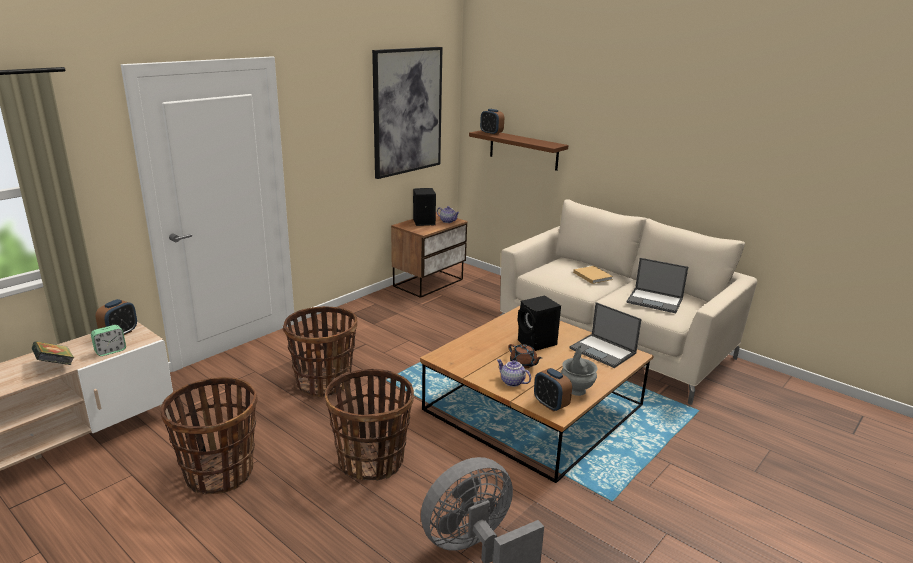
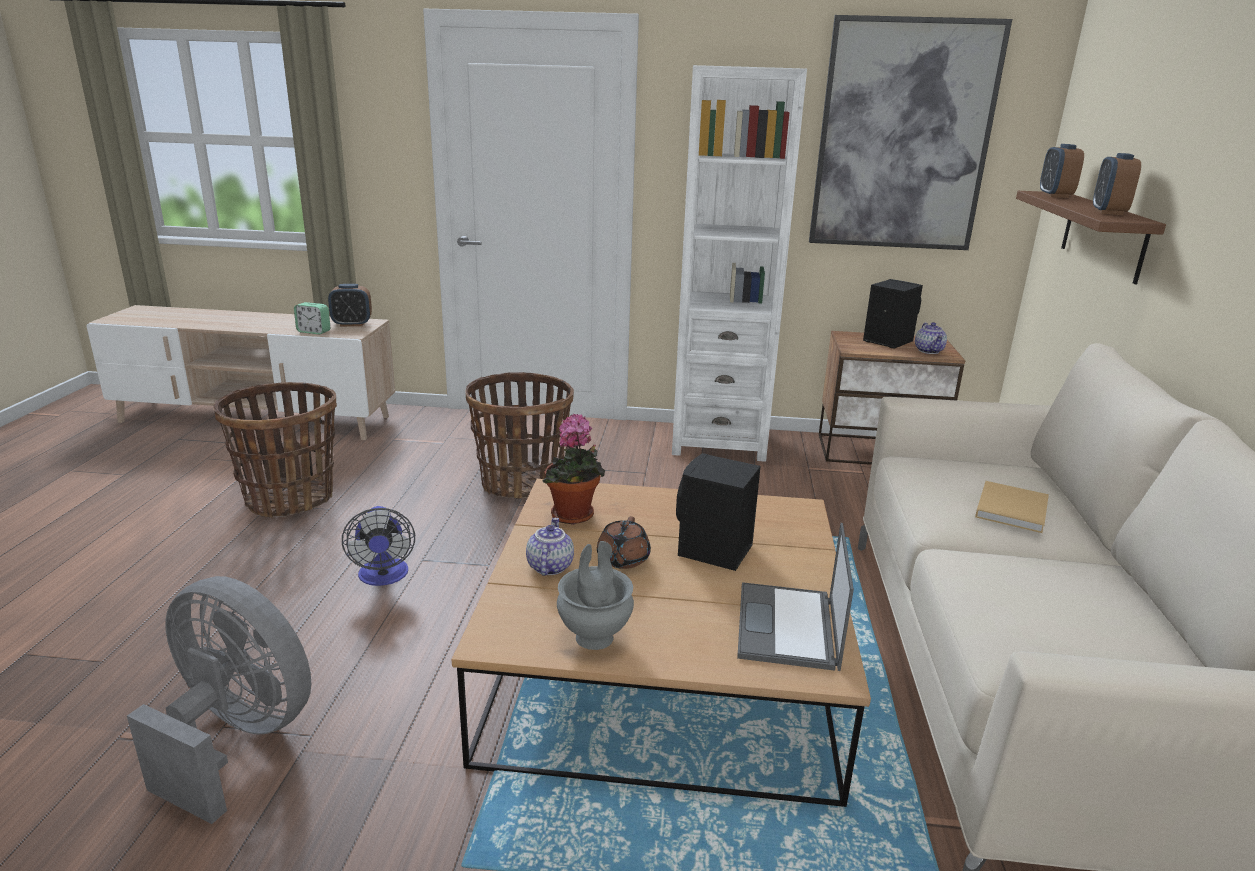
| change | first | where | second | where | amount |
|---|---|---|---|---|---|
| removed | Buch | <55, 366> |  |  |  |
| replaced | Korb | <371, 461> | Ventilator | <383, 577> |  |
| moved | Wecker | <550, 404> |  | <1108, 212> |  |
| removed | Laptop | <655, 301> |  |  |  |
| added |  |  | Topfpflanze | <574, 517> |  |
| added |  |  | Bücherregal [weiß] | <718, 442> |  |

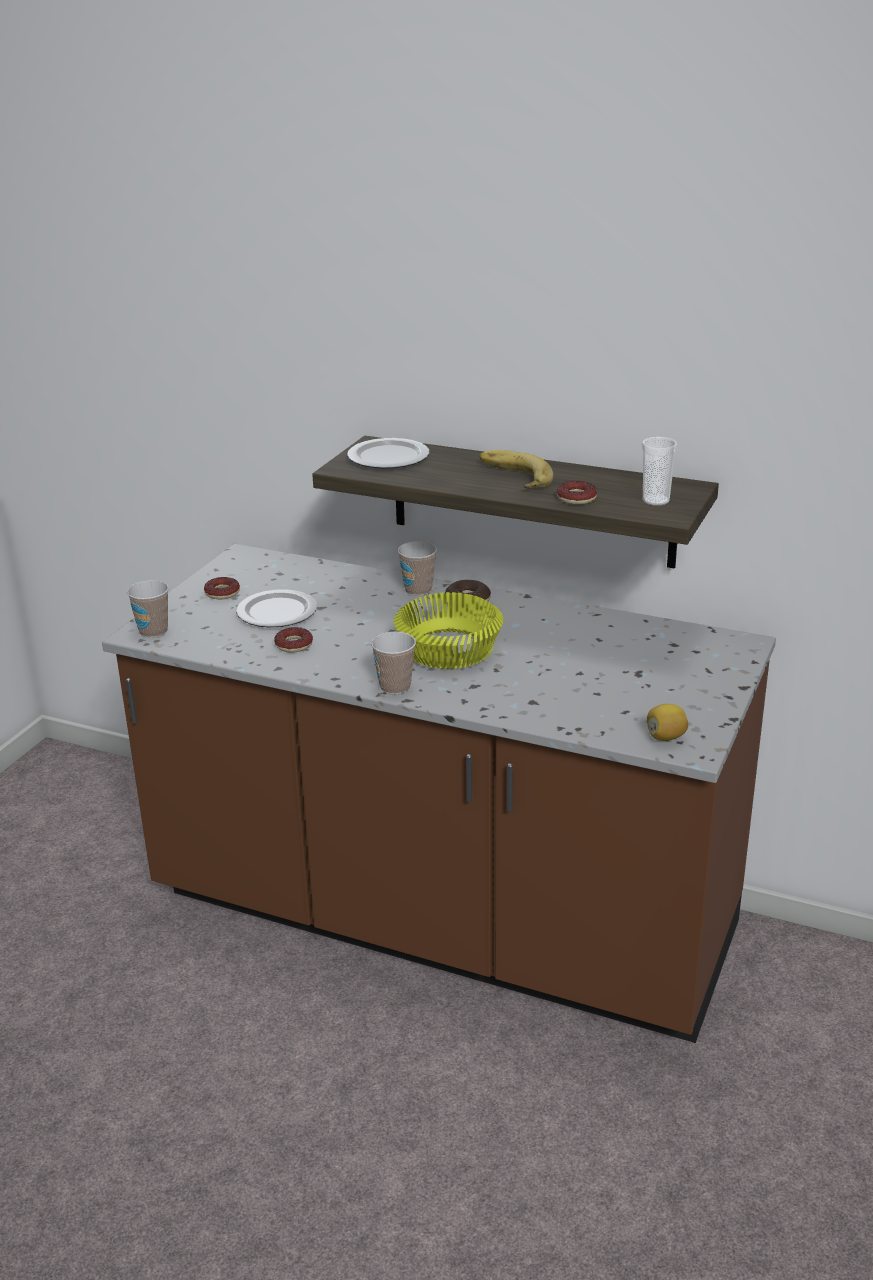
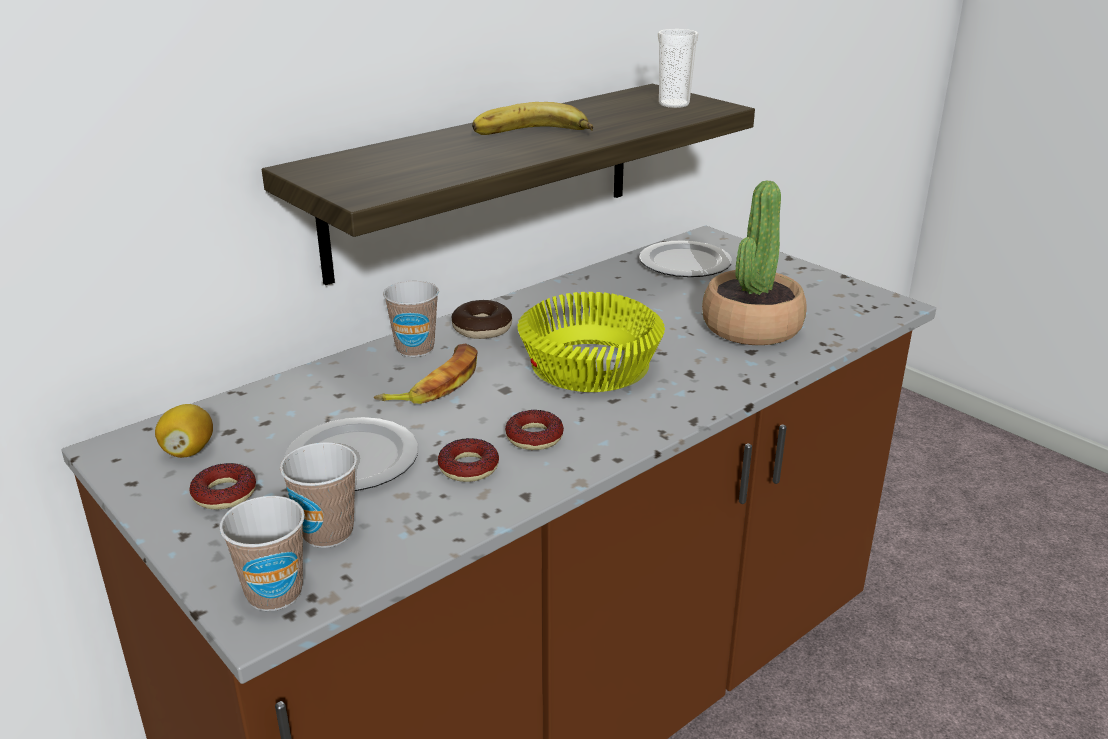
| change | first | where | second | where | amount |
|---|---|---|---|---|---|
| moved | Teller | <390, 457> |  | <686, 263> |  |
| moved | Tasse | <395, 687> |  | <328, 533> |  |
| moved | Donut | <576, 498> |  | <534, 437> |  |
| moved | Zitrone | <665, 737> |  | <188, 451> |  |
| added |  |  | Banane | <435, 383> |  |
| added |  |  | Topfpflanze | <751, 327> |  |

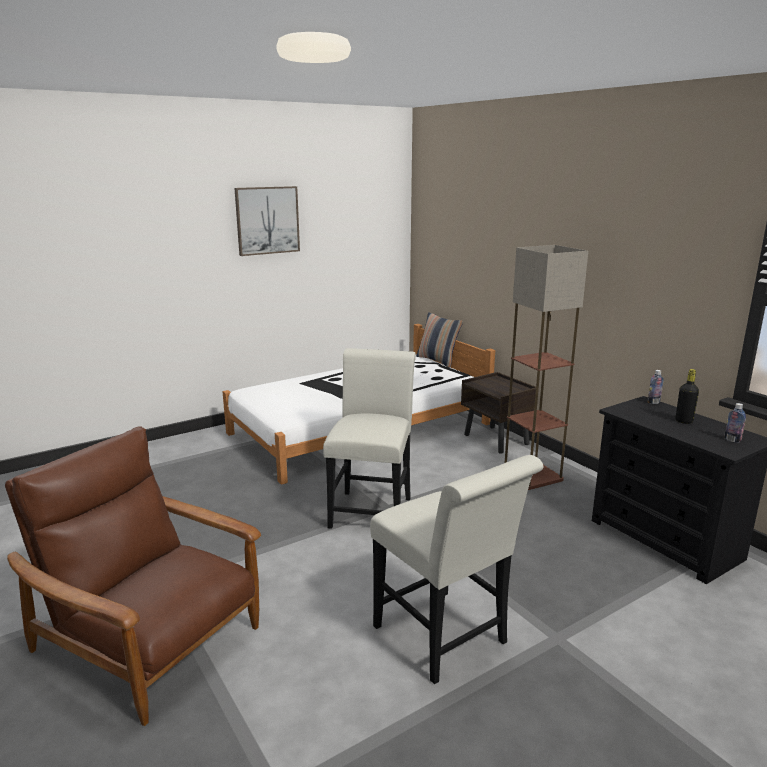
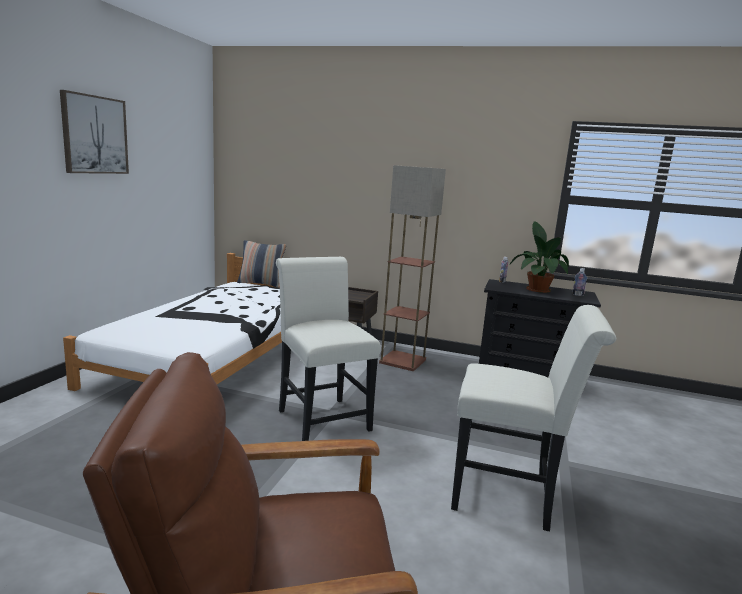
| change | first | where | second | where | amount |
|---|---|---|---|---|---|
| replaced | Flasche [schwarz] | <684, 421> | Topfpflanze | <537, 289> |  |

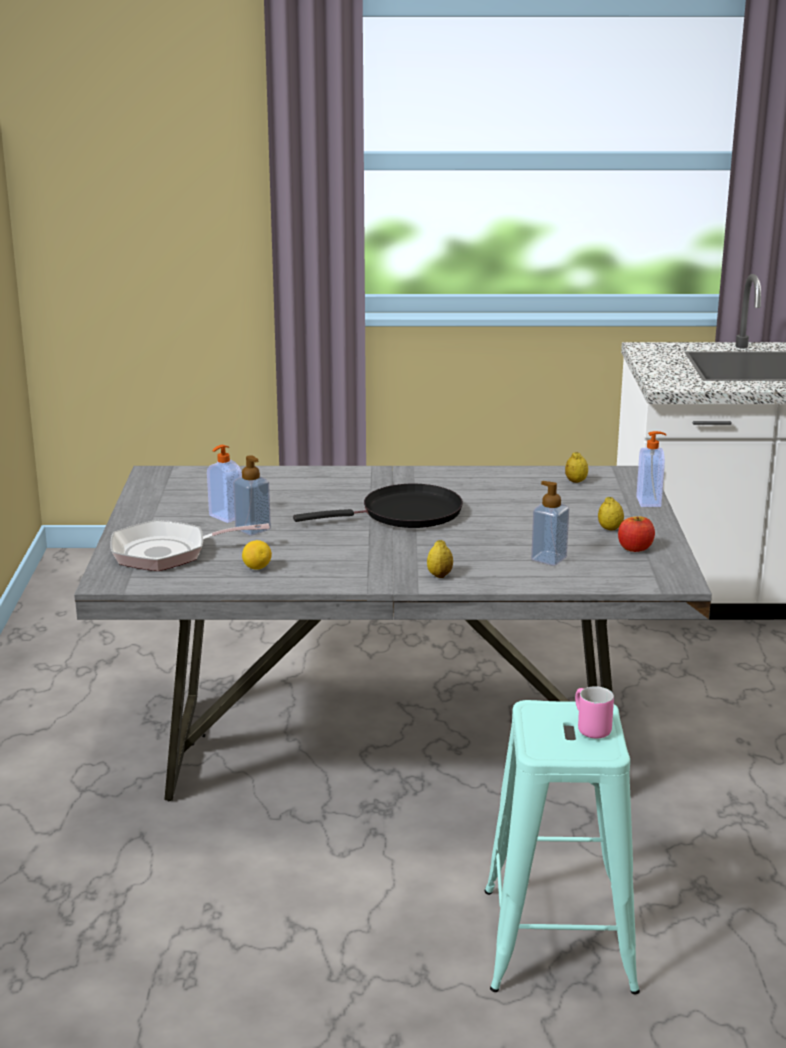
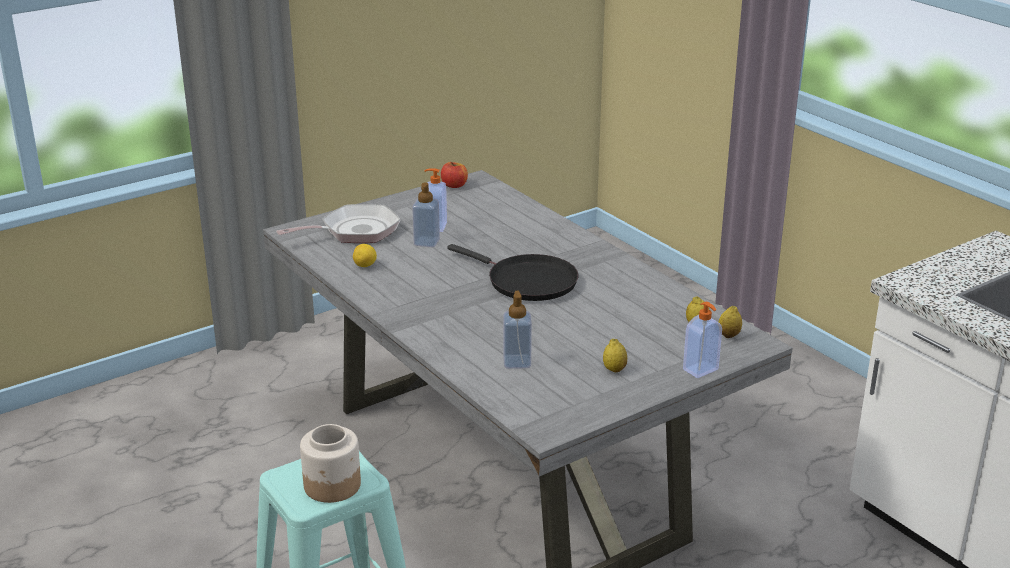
| change | first | where | second | where | amount |
|---|---|---|---|---|---|
| turned | Pfanne | <168, 553> |  | <354, 231> | 105 degrees clockwise |
| moved | Zitrone | <439, 575> |  | <729, 335> |  |
| replaced | Henkelbecher [rosa] | <588, 728> | Vorratsglas | <332, 486> |  |
| moved | Apfel | <635, 548> |  | <454, 185> |  |

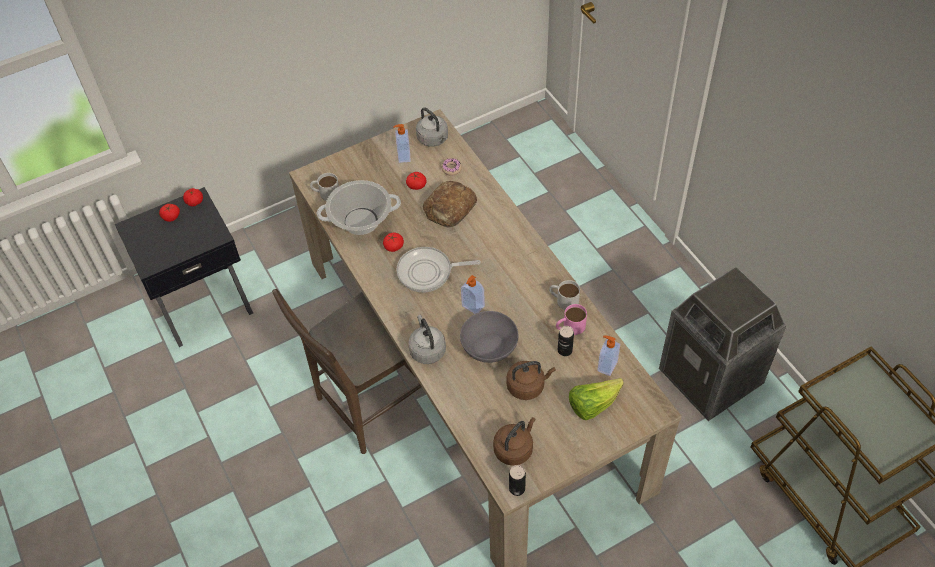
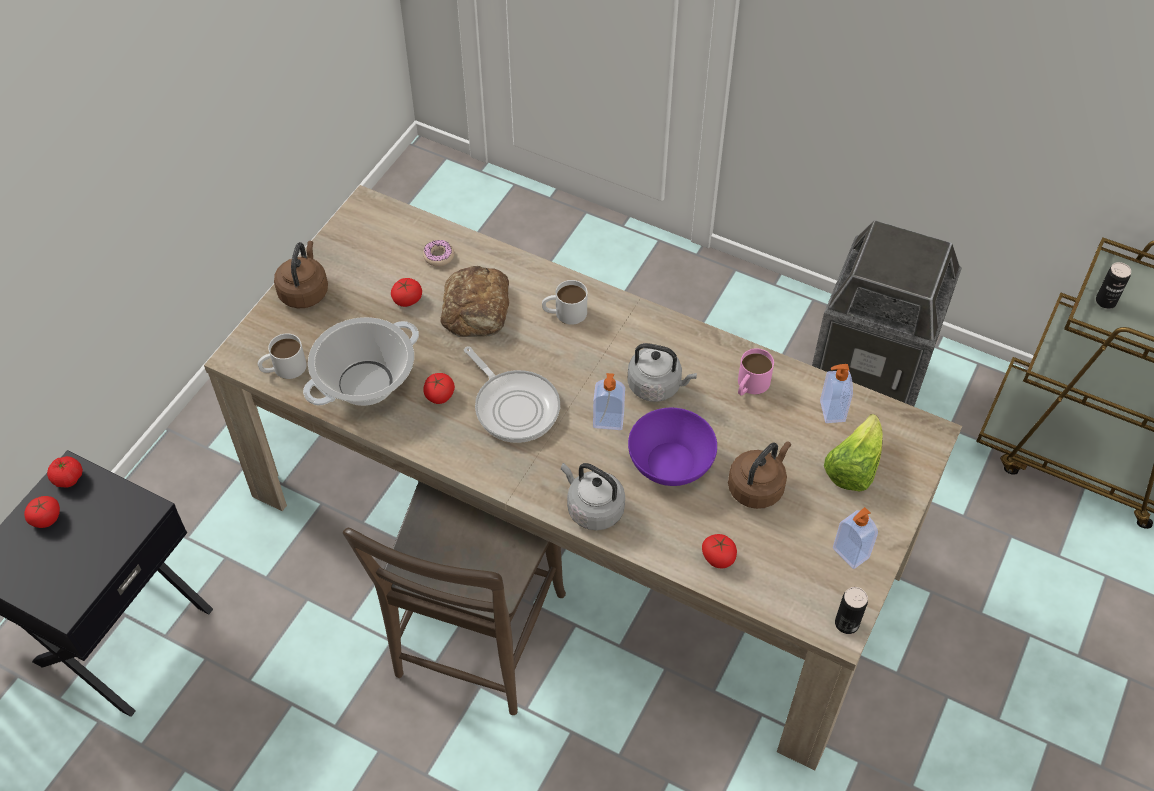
| change | first | where | second | where | amount |
|---|---|---|---|---|---|
| moved | Seifenspender | <403, 156> |  | <849, 554> |  |
| turned | Pfanne | <428, 272> |  | <514, 406> | 90 degrees counterclockwise |
| moved | Wasserkessel [grau] | <434, 139> |  | <657, 386> |  |
| recoloured | Schüssel [grau] | <489, 347> | Schüssel [lila] | <671, 463> |  |
| moved | Wasserkessel [braun] | <514, 449> |  | <304, 291> |  |
| moved | Henkelbecher [weiß] | <563, 300> |  | <564, 312> |  |
| moved | Dose | <564, 350> |  | <1105, 301> |  |
| added |  |  | Tomate | <718, 557> |  |

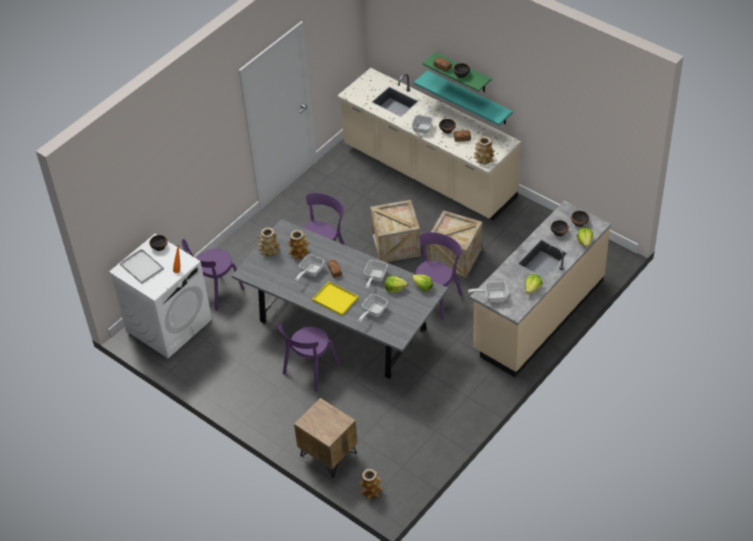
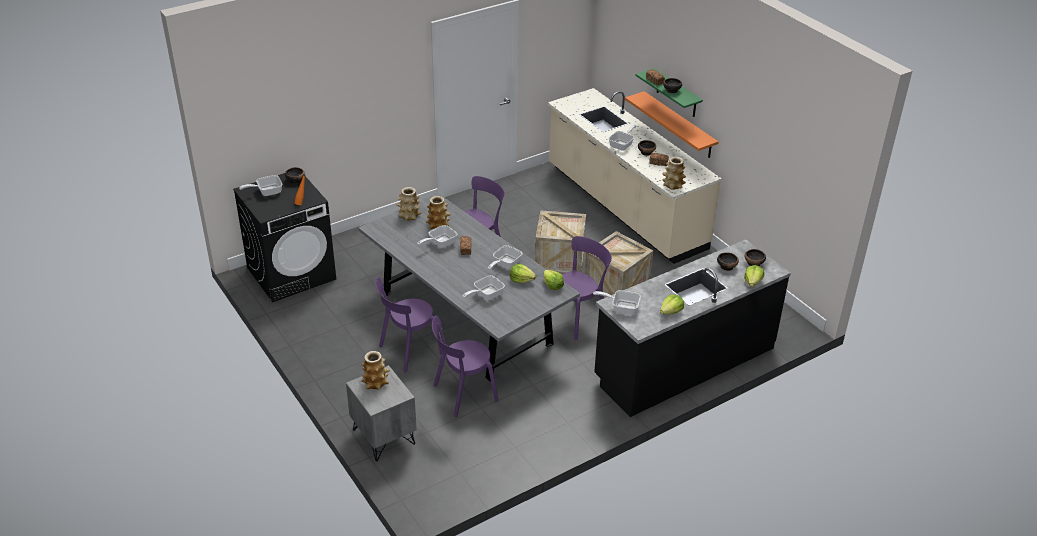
| change | first | where | second | where | amount |
|---|---|---|---|---|---|
| recoloured | Waschmaschine [weiß] | <169, 324> | Waschmaschine [schwarz] | <292, 273> |  |
| replaced | Tablett [weiß] | <141, 266> | Pfanne | <266, 192> |  |
| moved | Stuhl [lila] | <215, 291> |  | <462, 394> |  |
| recoloured | Nachttisch [braun] | <328, 454> | Nachttisch [grau] | <383, 437> |  |
| removed | Tablett [gelb] | <336, 299> |  |  |  |
| moved | Vase | <371, 491> |  | <376, 382> |  |
| recoloured | Wandregal [türkis] | <469, 98> | Wandregal [orange] | <679, 125> |  |
| recoloured | Küchenzeile [beige] | <538, 315> | Küchenzeile [schwarz] | <684, 363> |  |

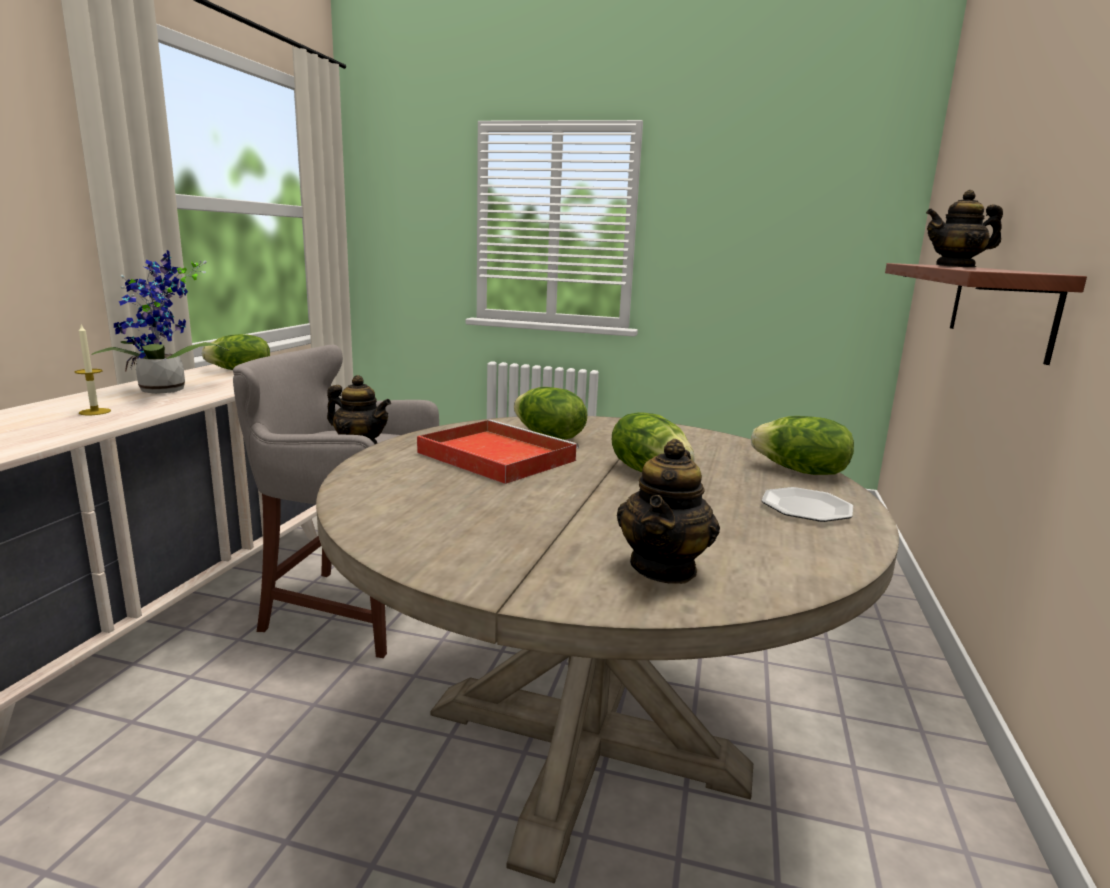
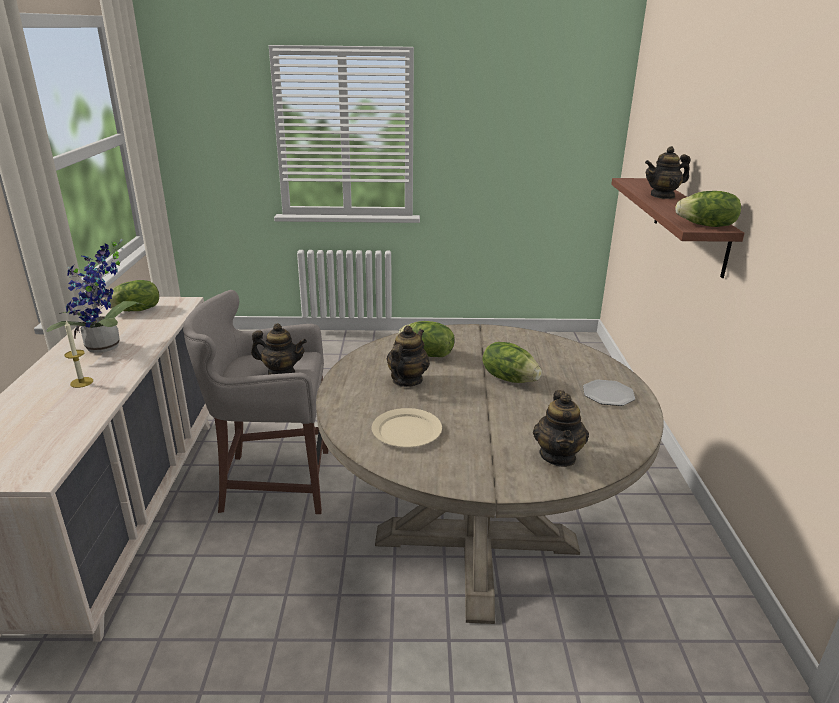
| change | first | where | second | where | amount |
|---|---|---|---|---|---|
| replaced | Tablett [rot] | <493, 456> | Teekanne | <407, 380> |  |
| moved | Salatkopf | <800, 471> |  | <706, 226> |  |
| added |  |  | Teller [beige] | <406, 431> |  |

